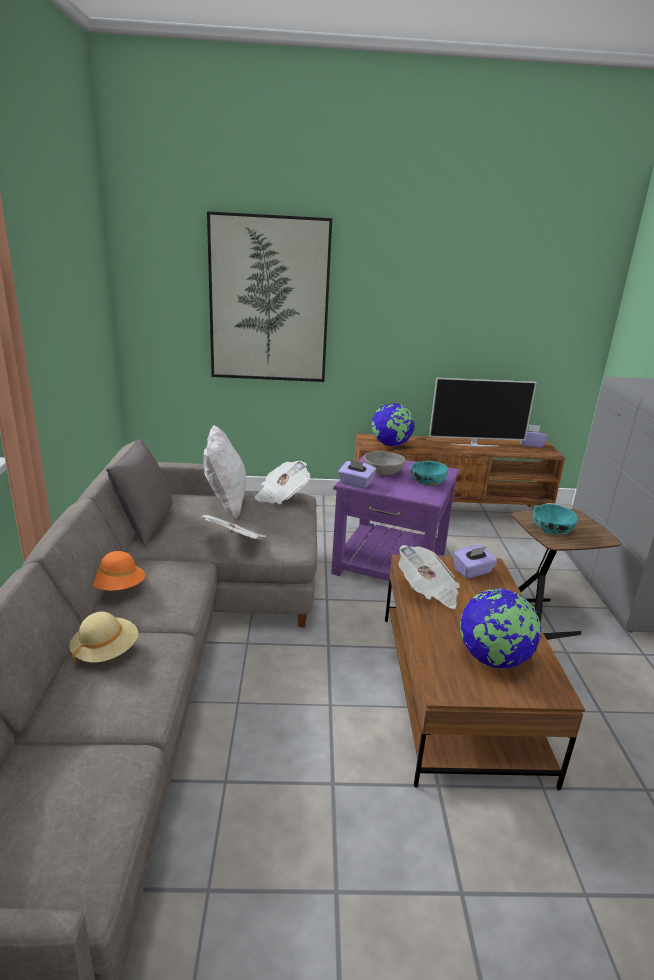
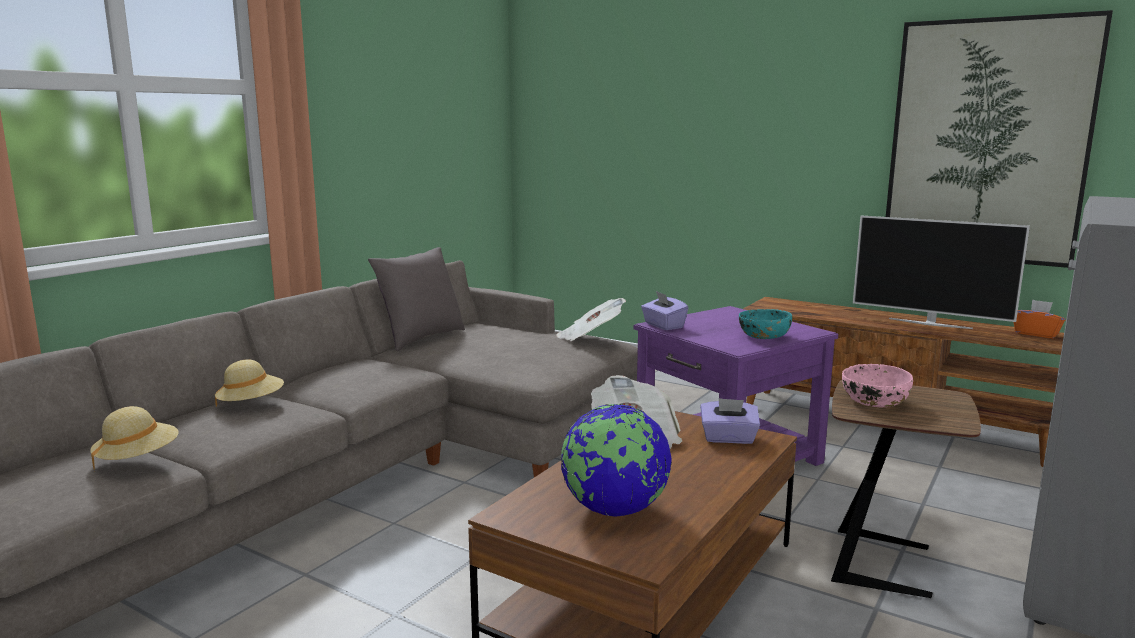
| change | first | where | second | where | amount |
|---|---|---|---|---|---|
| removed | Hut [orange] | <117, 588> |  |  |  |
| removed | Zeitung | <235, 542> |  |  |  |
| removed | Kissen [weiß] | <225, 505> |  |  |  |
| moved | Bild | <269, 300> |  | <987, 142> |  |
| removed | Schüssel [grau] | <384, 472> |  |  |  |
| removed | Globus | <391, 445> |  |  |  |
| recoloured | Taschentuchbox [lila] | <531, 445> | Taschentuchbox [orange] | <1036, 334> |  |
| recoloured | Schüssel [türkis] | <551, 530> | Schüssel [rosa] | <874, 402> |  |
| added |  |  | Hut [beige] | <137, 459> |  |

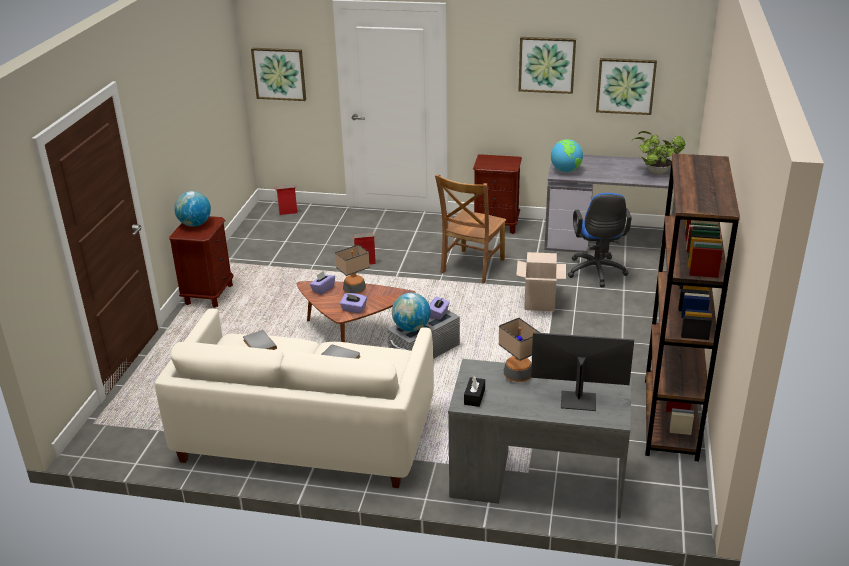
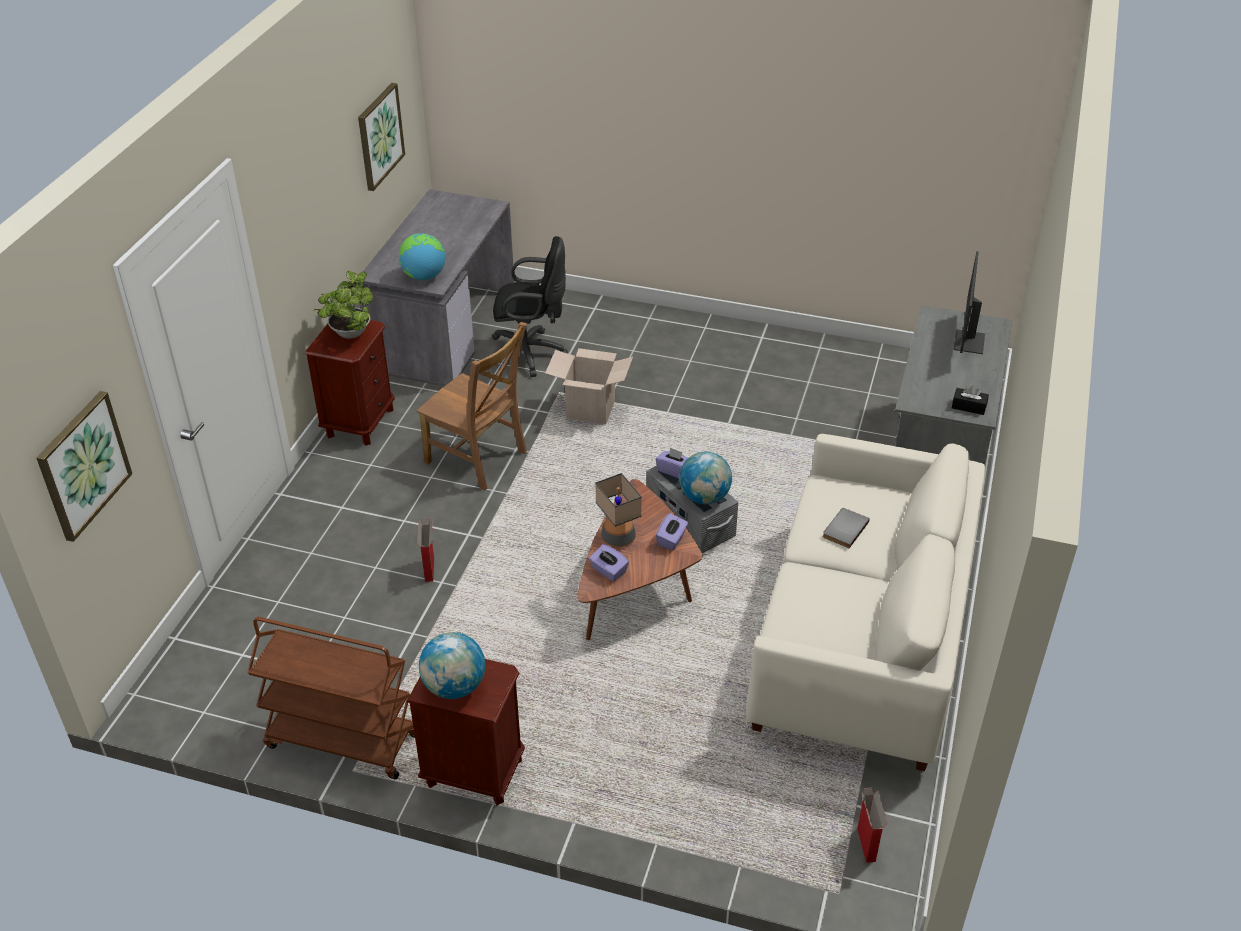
| change | first | where | second | where | amount |
|---|---|---|---|---|---|
| removed | Buch [grau] | <258, 344> |  |  |  |
| moved | Karton | <287, 213> |  | <866, 846> |  |
| removed | Tischlampe | <518, 375> |  |  |  |
| removed | Bild | <546, 64> |  |  |  |
| recoloured | Bürostuhl [blau] | <596, 273> | Bürostuhl [schwarz] | <530, 354> |  |
| moved | Topfpflanze | <655, 172> |  | <349, 335> |  |
| removed | Bücherregal [braun] | <670, 419> |  |  |  |
| added |  |  | Rollwagen [braun] | <341, 741> |  |

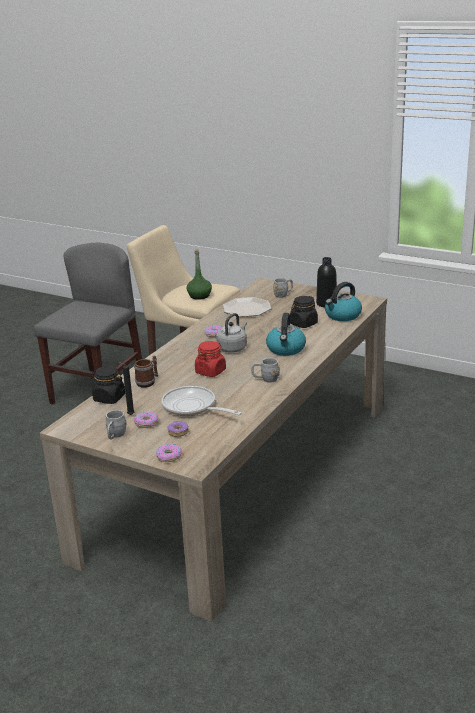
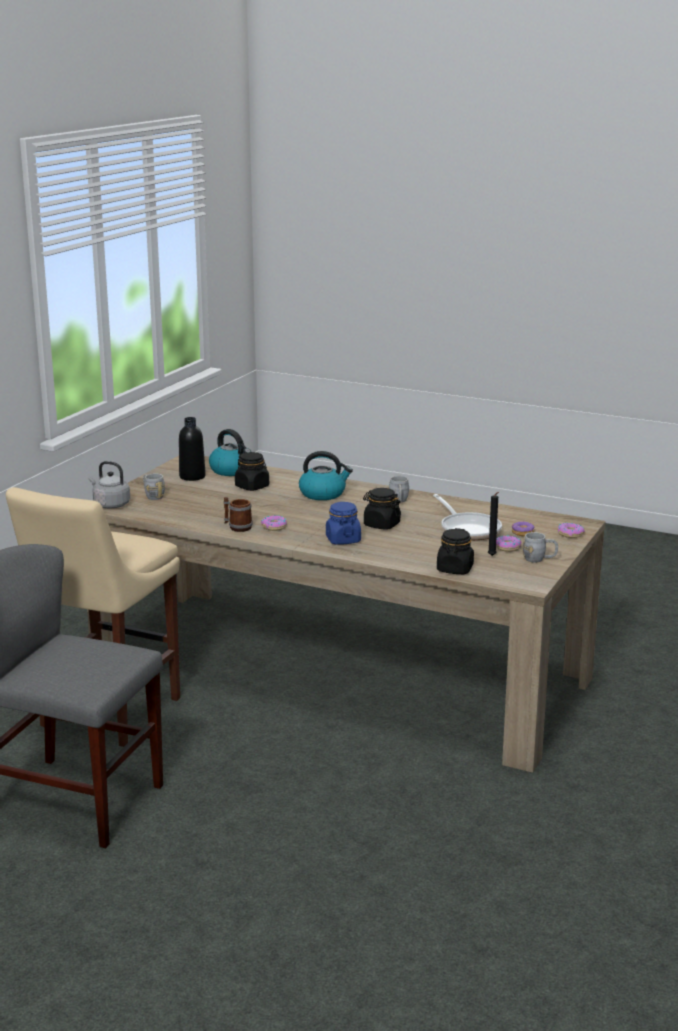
| change | first | where | second | where | amount |
|---|---|---|---|---|---|
| moved | Henkelbecher | <148, 381> |  | <237, 527> |  |
| turned | Pfanne | <192, 407> |  | <468, 529> | 60 degrees counterclockwise |
| removed | Flasche [grün] | <199, 296> |  |  |  |
| recoloured | Vorratsglas [rot] | <210, 371> | Vorratsglas [schwarz] | <381, 525> |  |
| moved | Wasserkessel [grau] | <233, 348> |  | <110, 504> |  |
| removed | Teller | <246, 308> |  |  |  |
| added |  |  | Vorratsglas [blau] | <343, 540> |  |

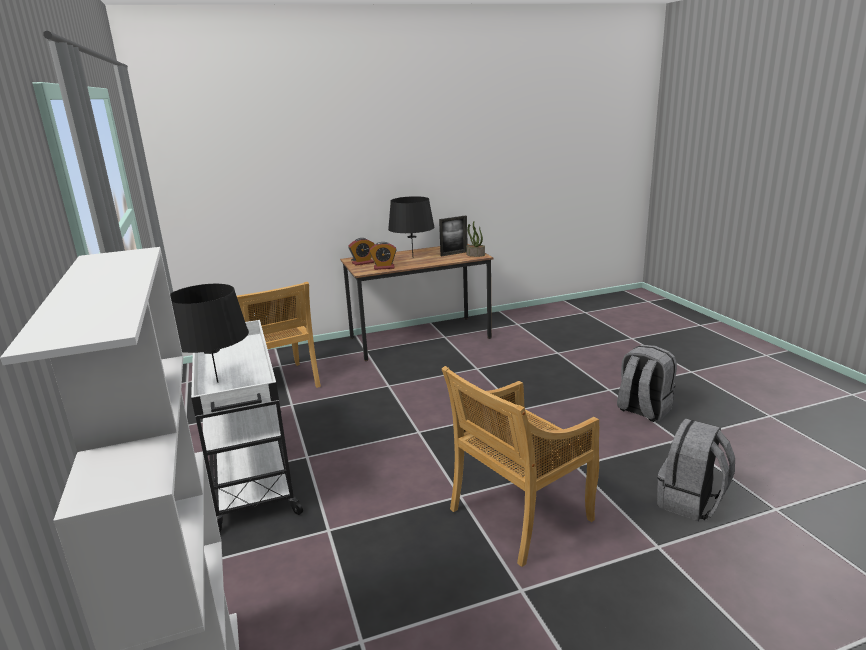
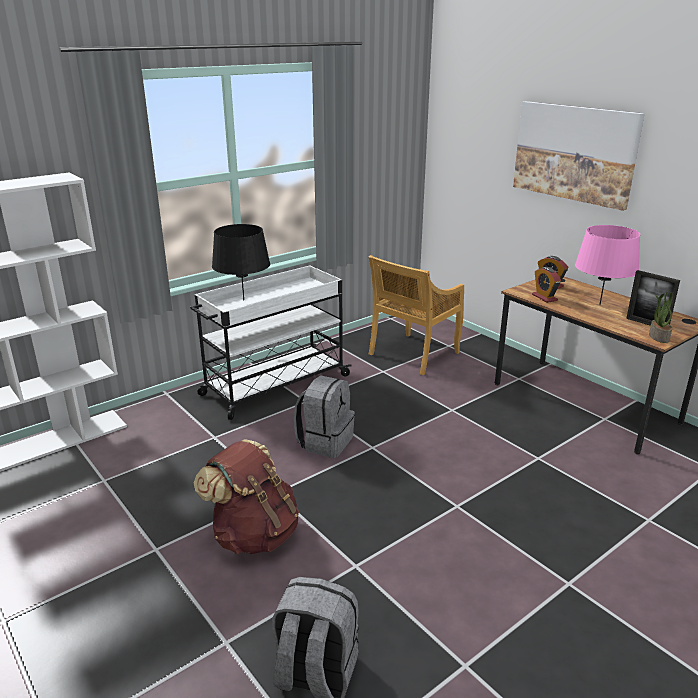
| change | first | where | second | where | amount |
|---|---|---|---|---|---|
| recoloured | Tischlampe [schwarz] | <412, 257> | Tischlampe [rosa] | <599, 304> |  |
| replaced | Stuhl [beige] | <519, 516> | Rucksack [braun] | <254, 534> |  |
| moved | Rucksack [grau] | <643, 410> |  | <325, 442> |  |
| added |  |  | Bild | <574, 153> |  |

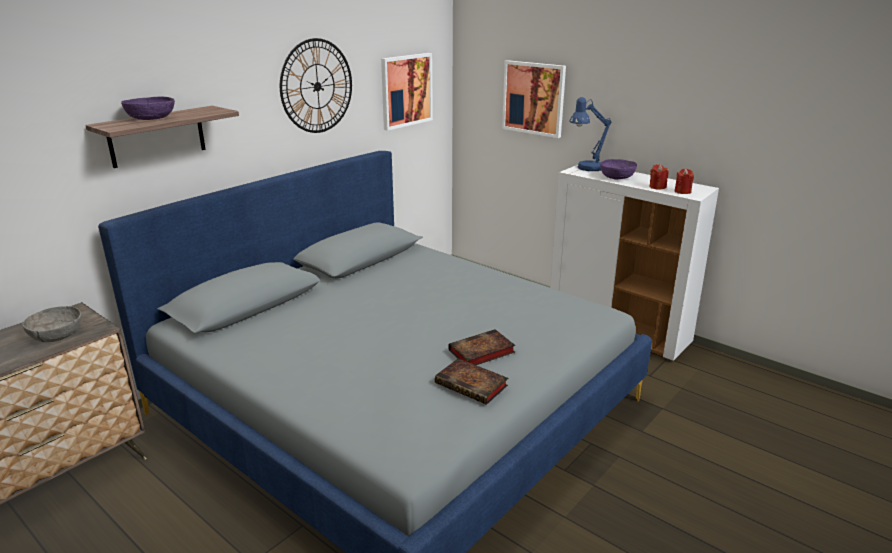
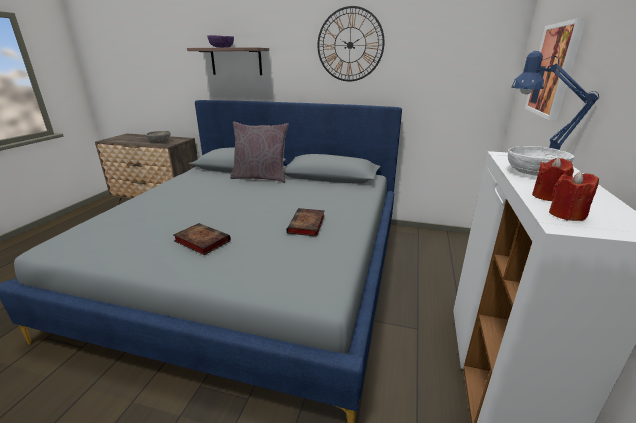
| change | first | where | second | where | amount |
|---|---|---|---|---|---|
| removed | Bild | <406, 90> |  |  |  |
| moved | Buch | <473, 385> |  | <307, 225> |  |
| recoloured | Schüssel [lila] | <617, 177> | Schüssel [weiß] | <534, 173> |  |
| added |  |  | Kissen [grau] | <260, 177> |  |

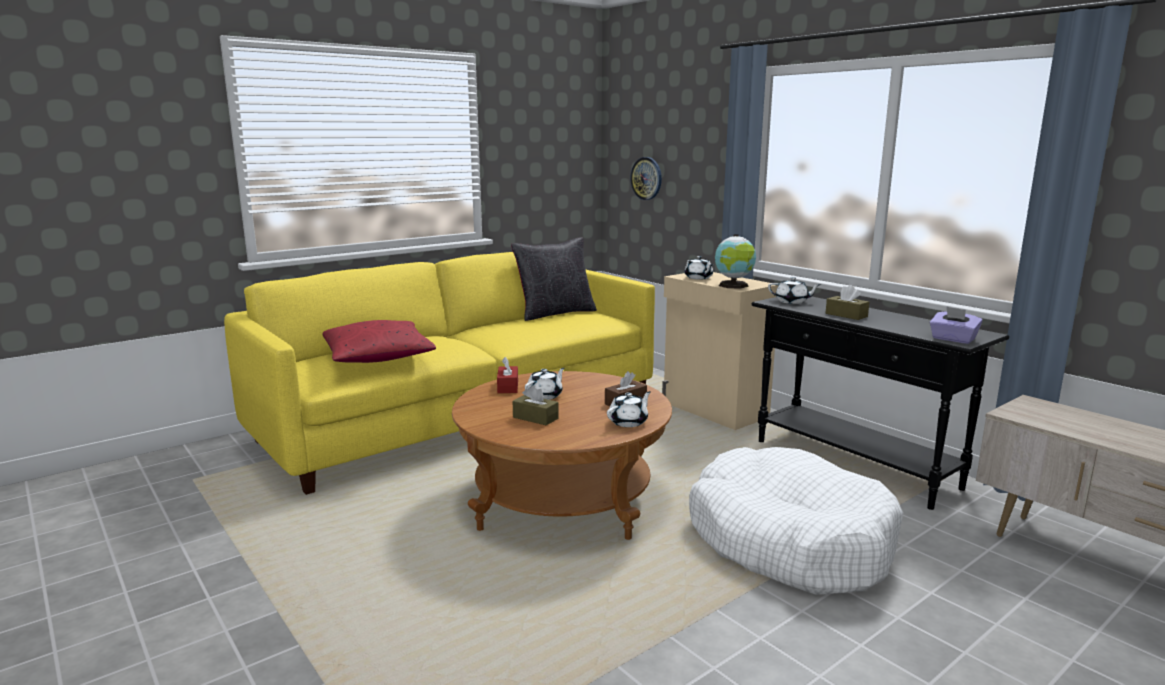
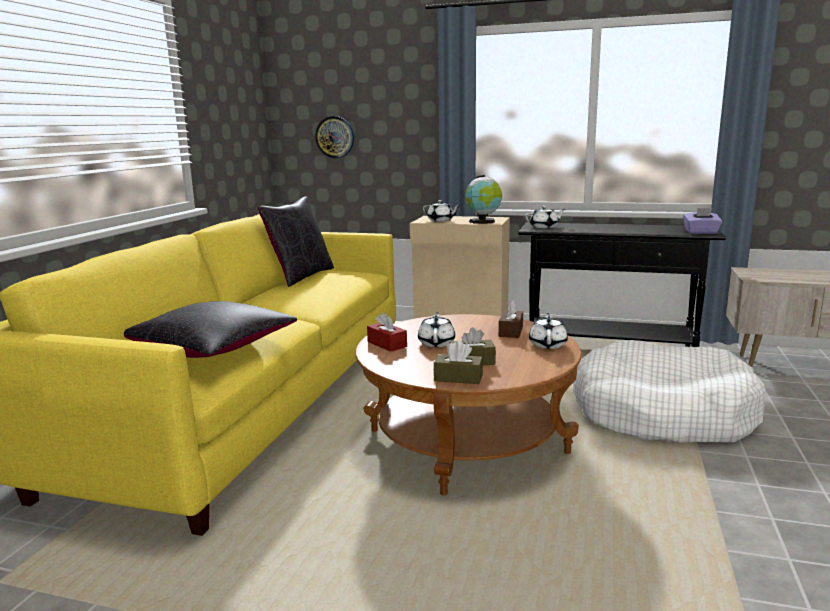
| change | first | where | second | where | amount |
|---|---|---|---|---|---|
| recoloured | Kissen [rot] | <378, 357> | Kissen [schwarz] | <212, 348> |  |
| moved | Taschentuchbox [braun] | <846, 315> |  | <458, 378> |  |

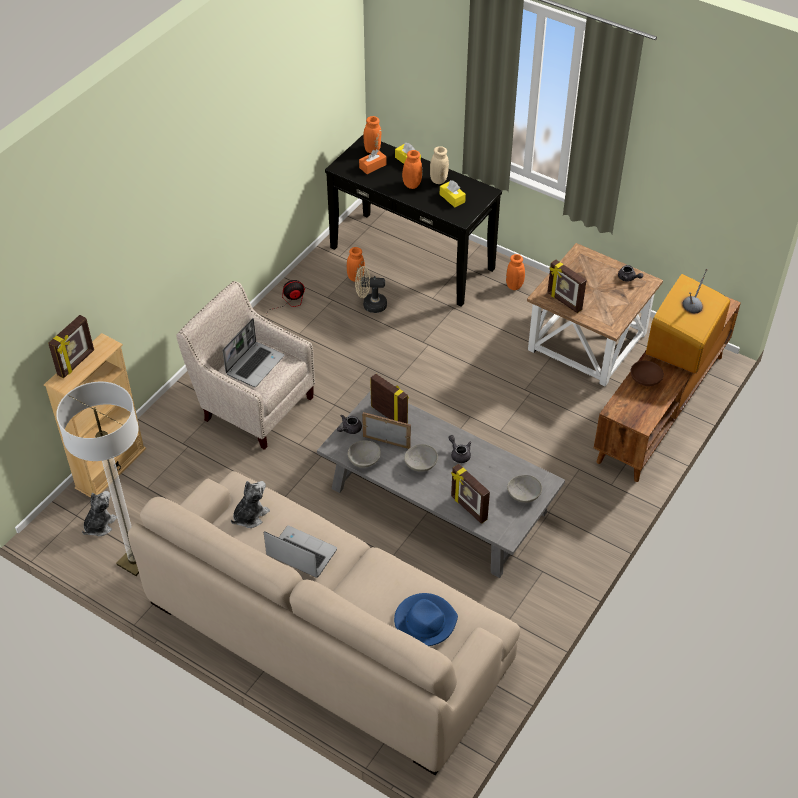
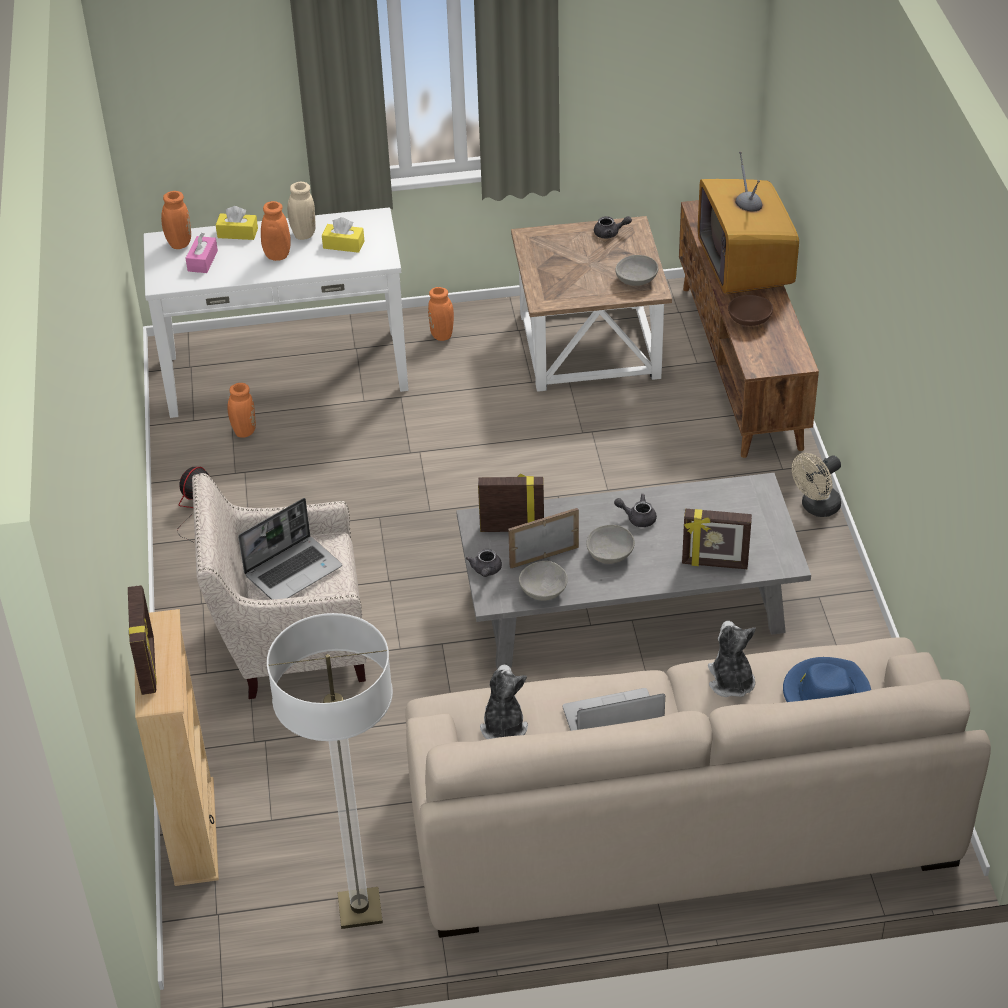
| change | first | where | second | where | amount |
|---|---|---|---|---|---|
| moved | Plüschtier | <99, 525> |  | <731, 681> |  |
| turned | Laptop | <255, 364> |  | <294, 570> | 60 degrees clockwise |
| recoloured | Konsolentisch [schwarz] | <412, 258> | Konsolentisch [weiß] | <286, 372> |  |
| moved | Ventilator [beige] | <370, 305> |  | <816, 508> |  |
| recoloured | Taschentuchbox [orange] | <372, 166> | Taschentuchbox [rosa] | <202, 261> |  |
| moved | Schüssel [grau] | <524, 495> |  | <637, 280> |  |
| removed | Bilderrahmen | <564, 302> |  |  |  |

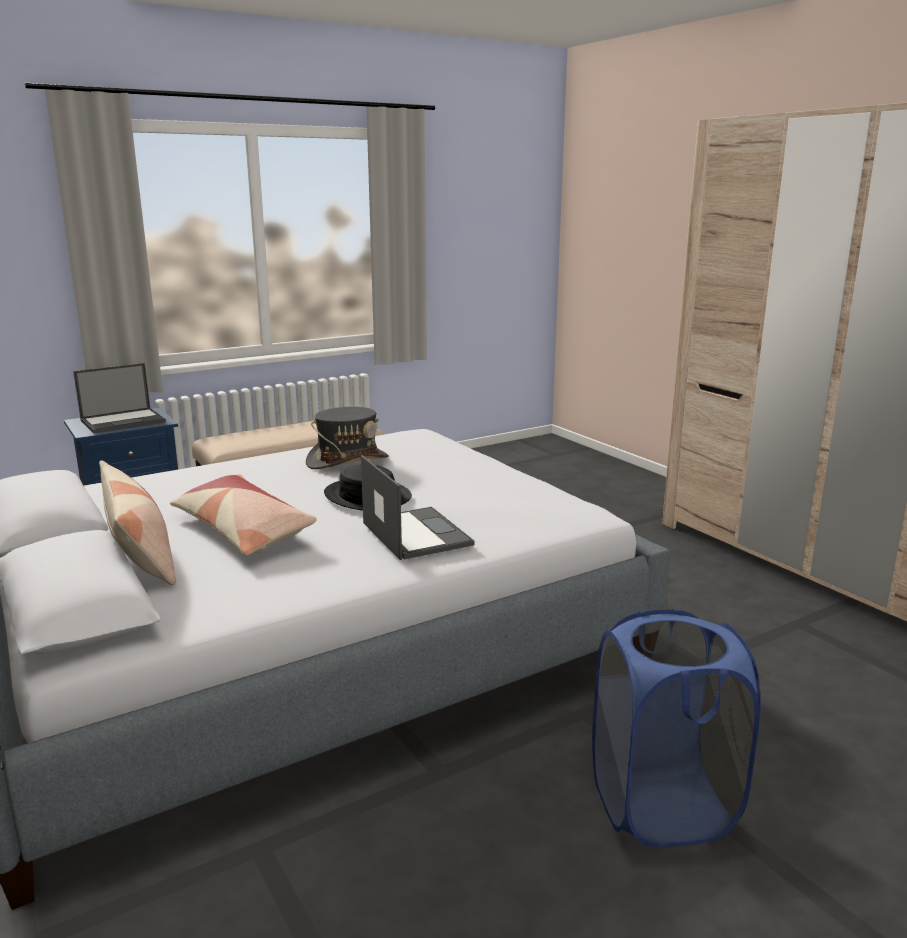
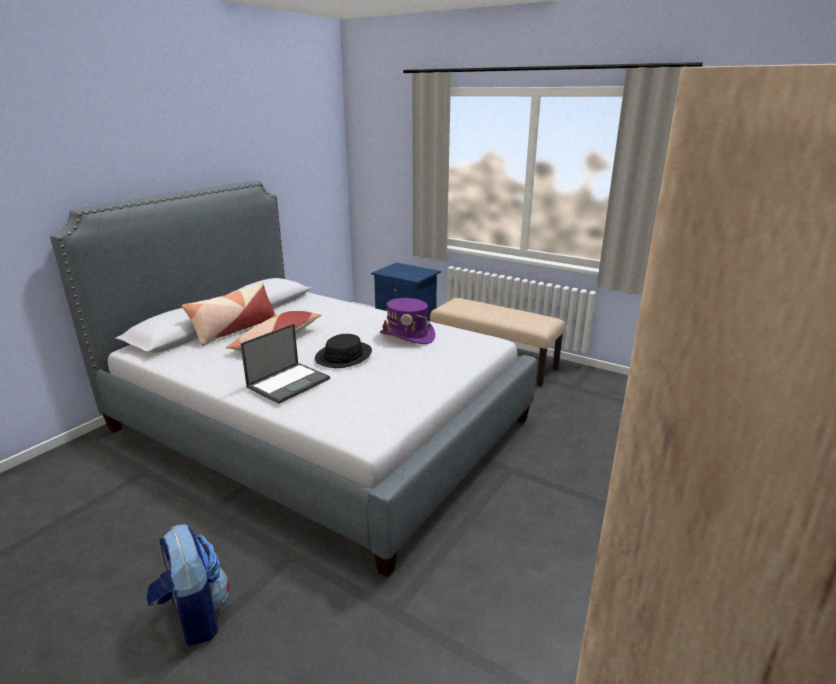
| change | first | where | second | where | amount |
|---|---|---|---|---|---|
| removed | Laptop | <124, 421> |  |  |  |
| recoloured | Hut [grau] | <347, 461> | Hut [lila] | <407, 336> |  |
| replaced | Wäschekorb [blau] | <662, 805> | Rucksack | <194, 616> |  |

